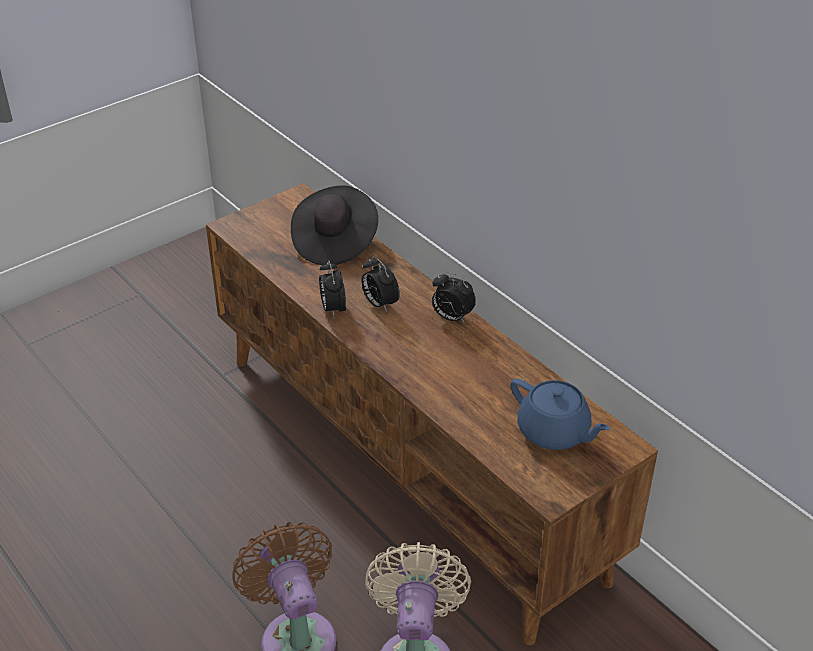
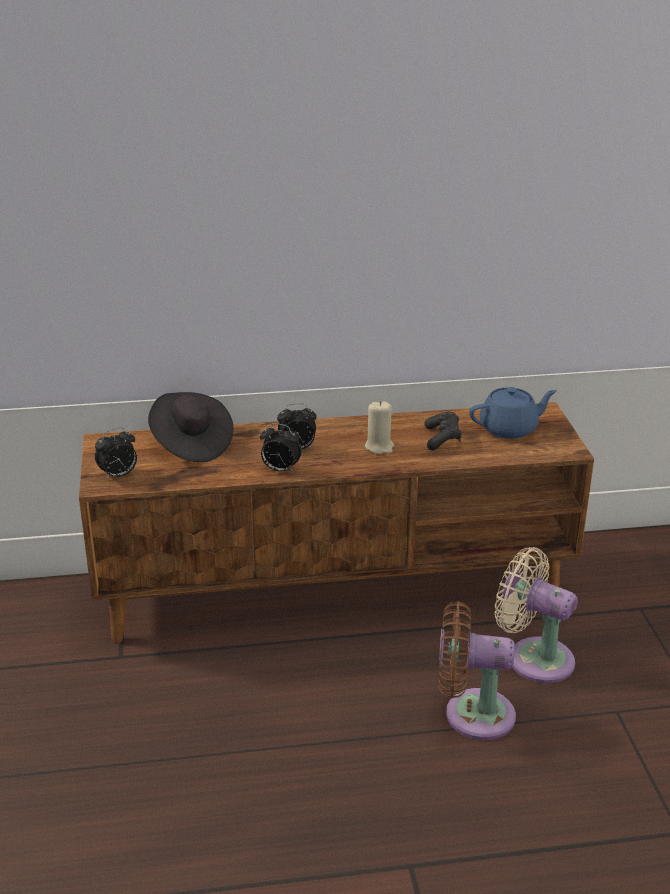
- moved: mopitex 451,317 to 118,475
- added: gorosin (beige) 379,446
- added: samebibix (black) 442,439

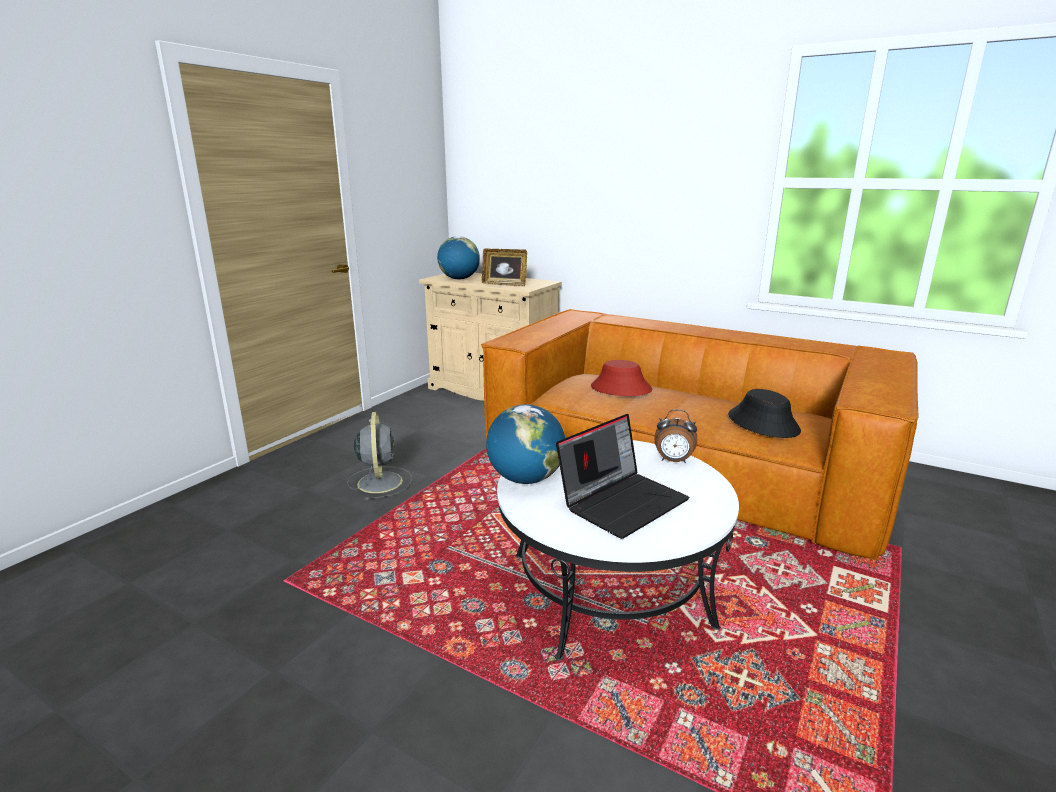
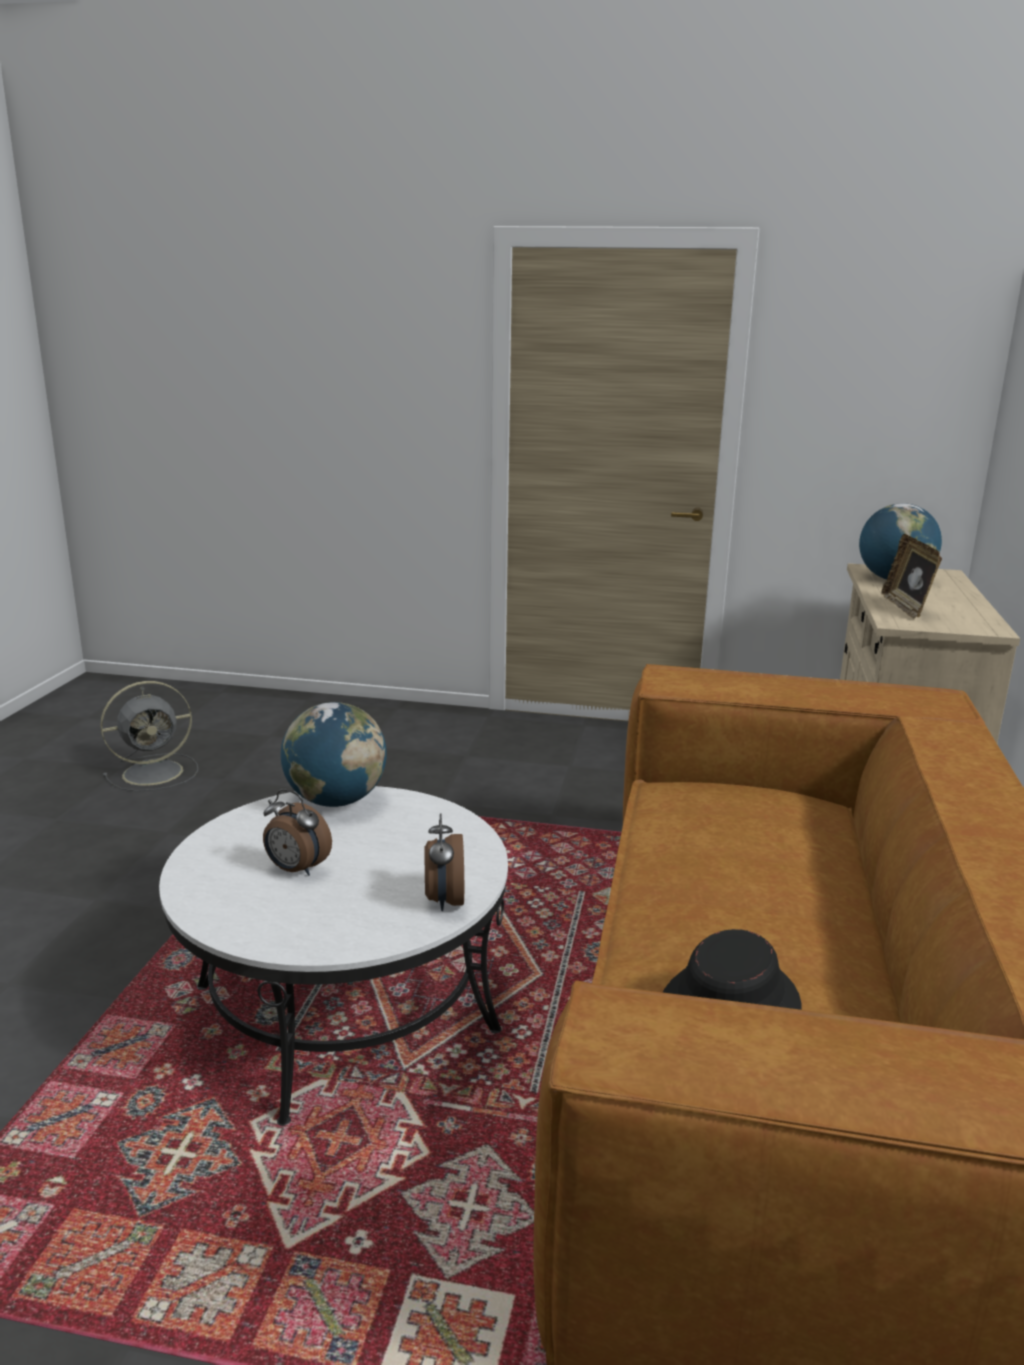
- removed: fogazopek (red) 620,388
- moved: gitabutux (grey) 380,481 to 155,772
- replaced: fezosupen 622,501 to mopitex 296,869

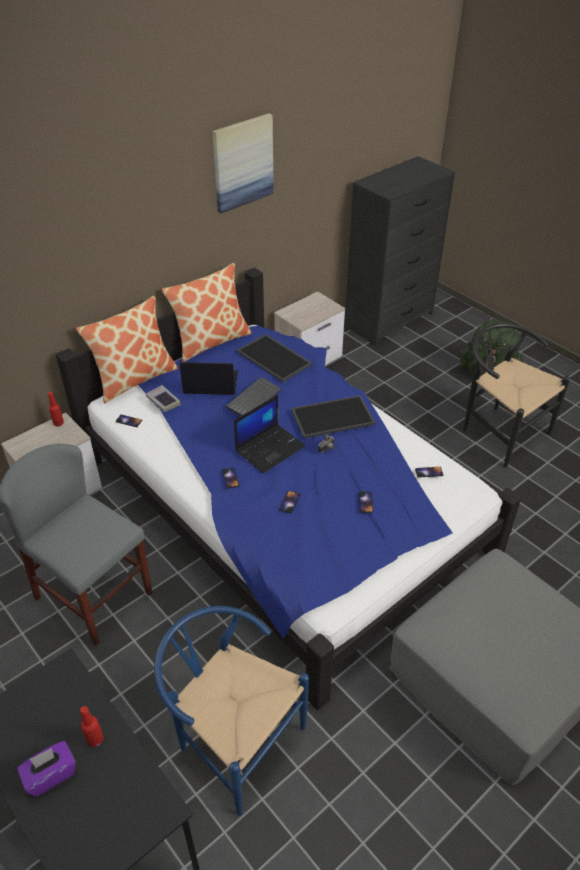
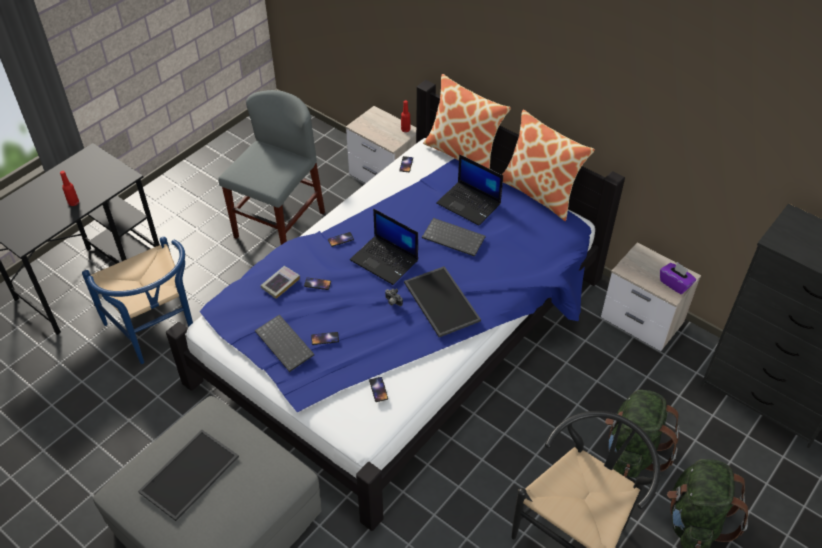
- removed: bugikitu 242,163
- moved: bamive 275,358 to 190,476
- turned: fezosupen 210,383 = 469,204 135 degrees clockwise
- moved: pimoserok 163,401 to 280,284
- turned: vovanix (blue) 232,738 = 158,333 120 degrees clockwise
- moved: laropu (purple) 50,774 to 675,284
- added: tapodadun 286,344
- added: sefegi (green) 632,451

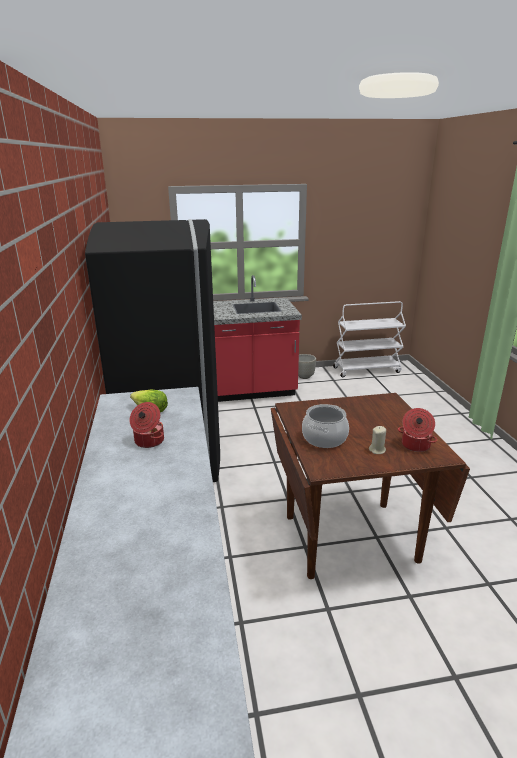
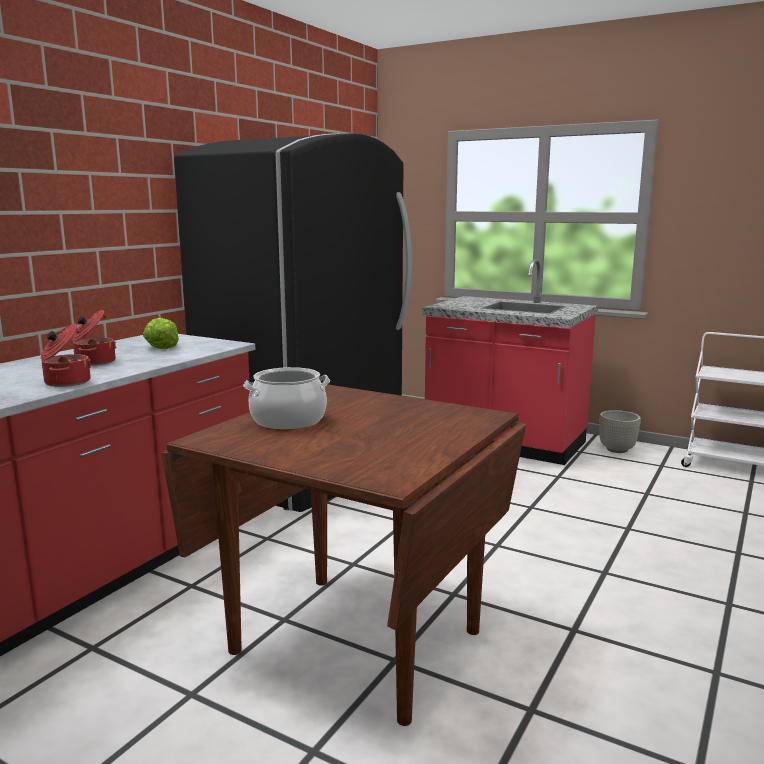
- moved: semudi 415,445 to 66,382
- removed: gorosin (beige) 377,450

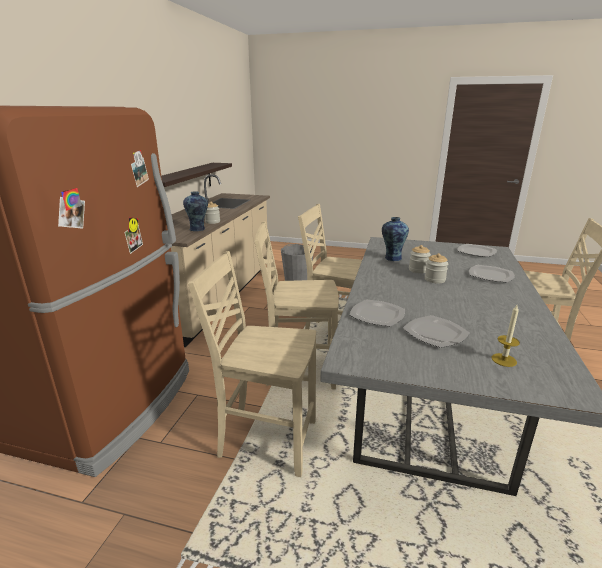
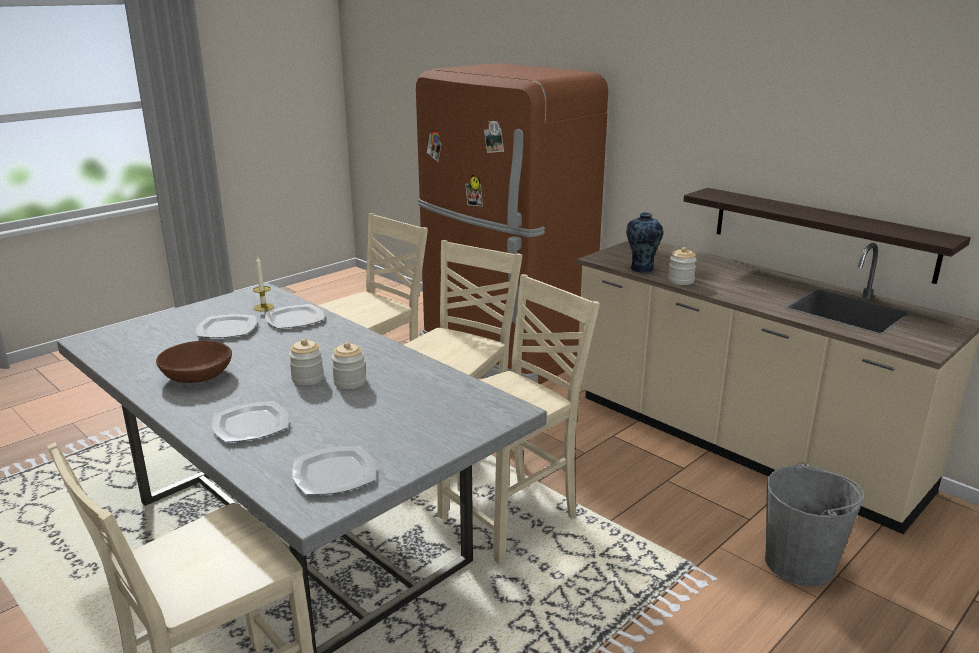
- removed: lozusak 392,258
- moved: gorosin 504,360 to 263,307
- added: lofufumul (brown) 197,376

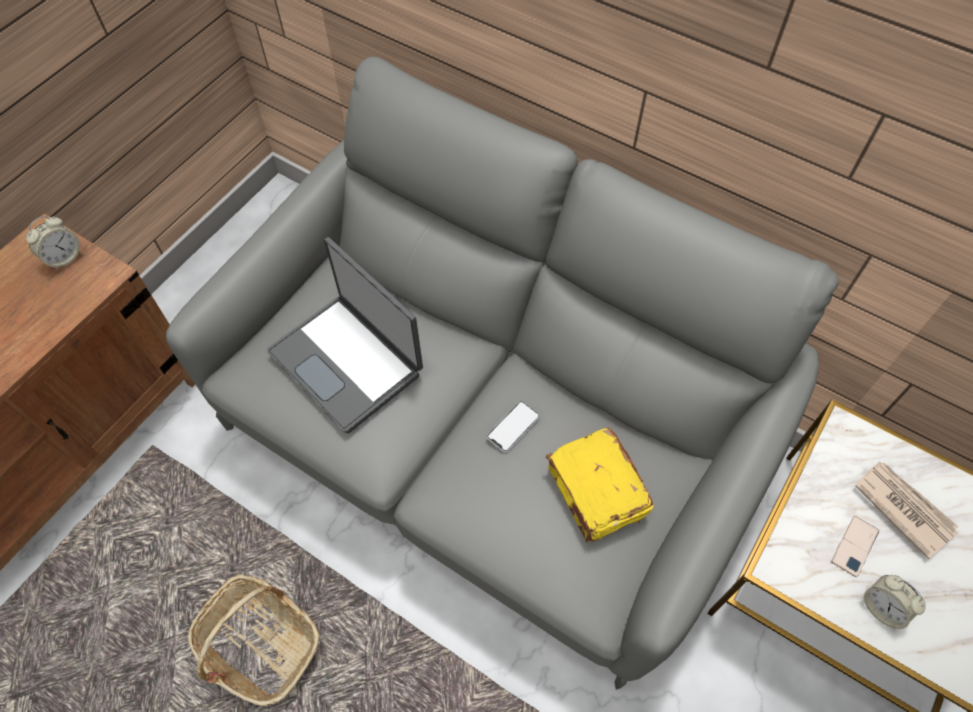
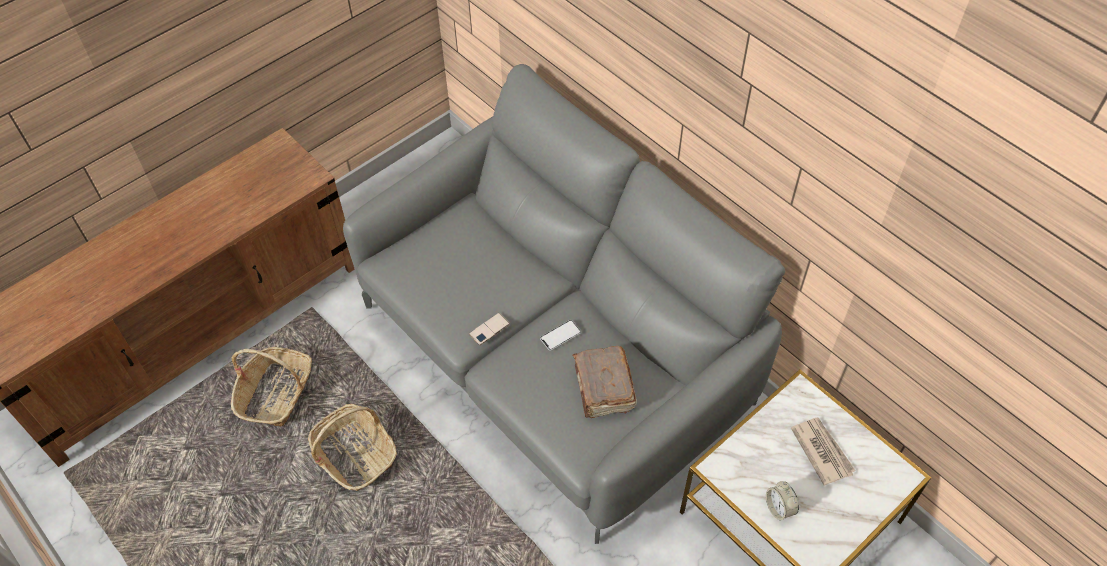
- removed: mopitex 64,257
- removed: fezosupen 348,361
- recoloured: pimoserok (yellow) 596,492 to pimoserok (brown) 603,389
- moved: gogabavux 854,546 to 489,329
- added: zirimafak 276,394

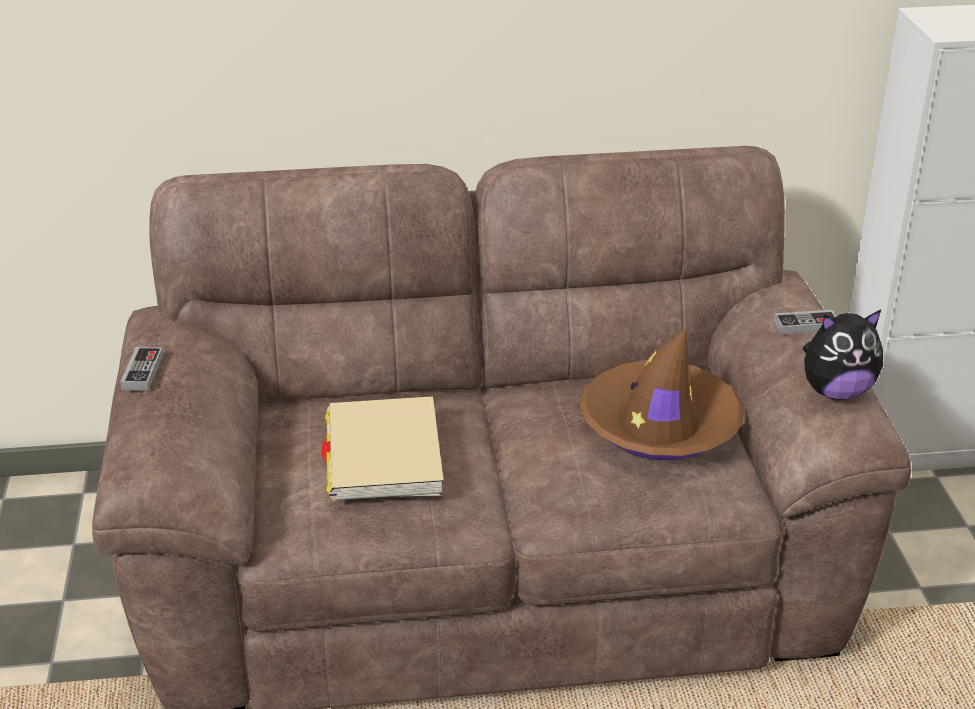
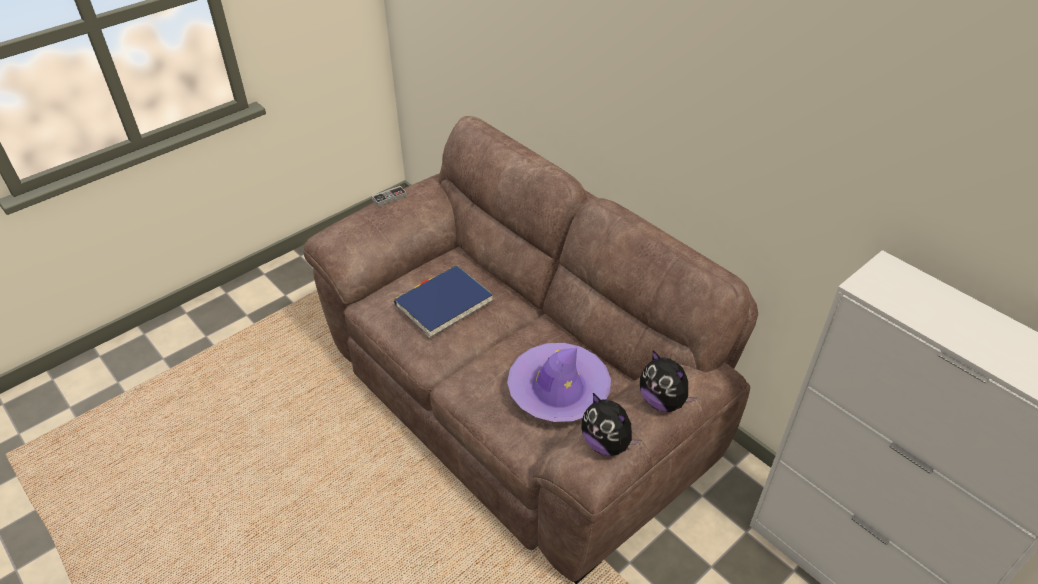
- replaced: samebibix 805,325 to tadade 663,401
- recoloured: fogazopek (brown) 660,425 to fogazopek (purple) 558,390
- recoloured: pimoserok (beige) 383,455 to pimoserok (blue) 444,304

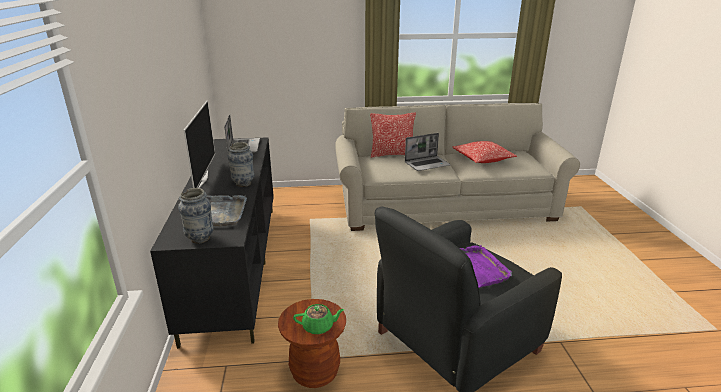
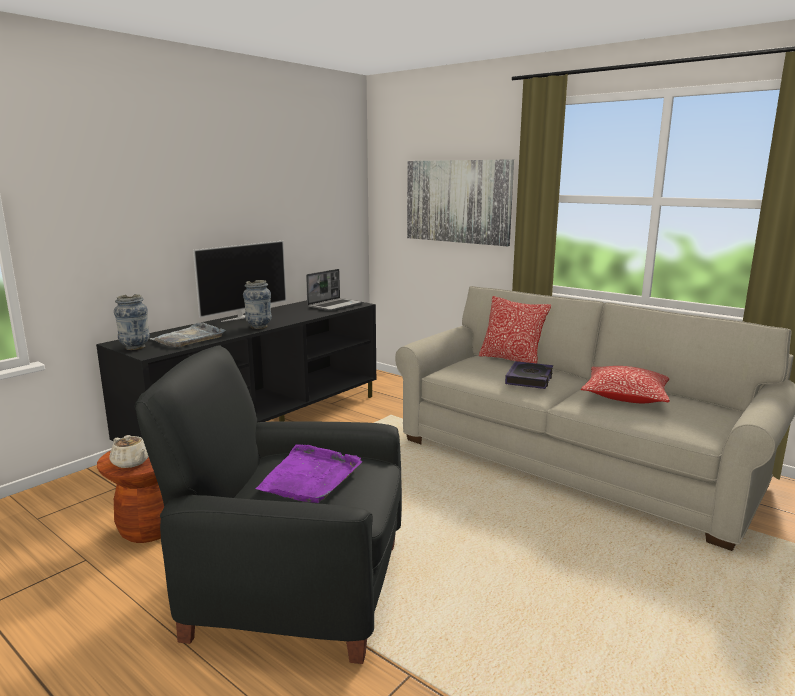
- replaced: fezosupen 427,164 to pimoserok 529,379
- recoloured: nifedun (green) 318,326 to nifedun (beige) 131,463
- added: bugikitu 458,201

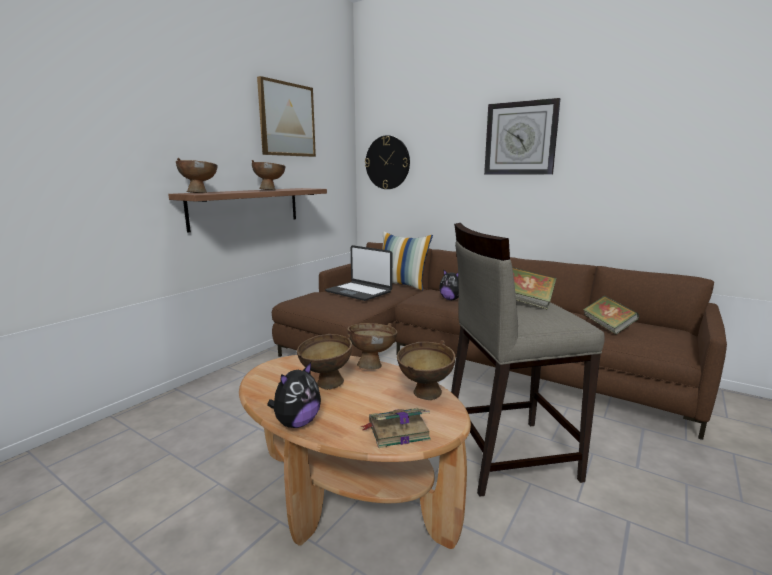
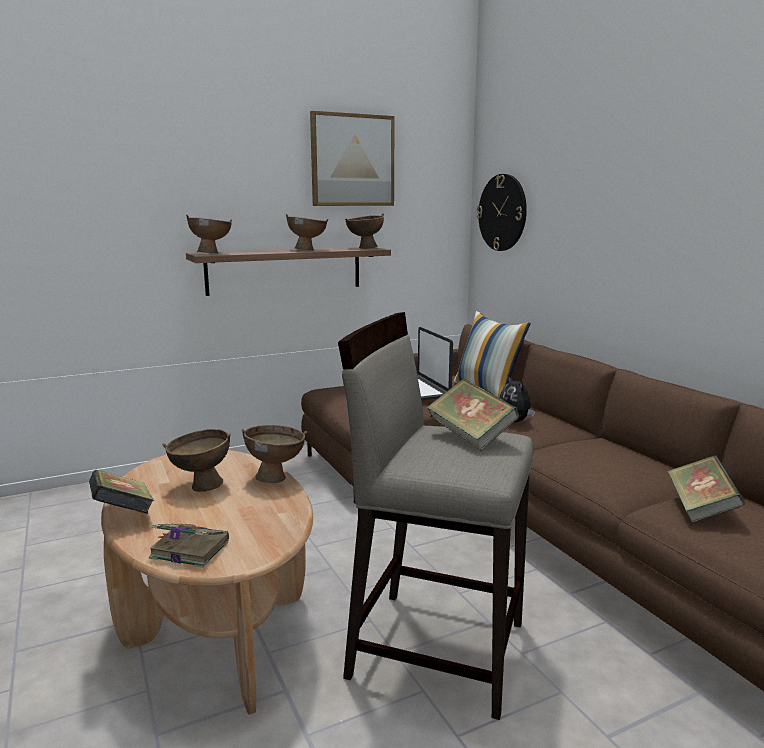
- removed: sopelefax 520,138
- moved: lofufumul (brown) 424,395 to 364,248
- replaced: tadade 296,423 to pimoserok 123,514

